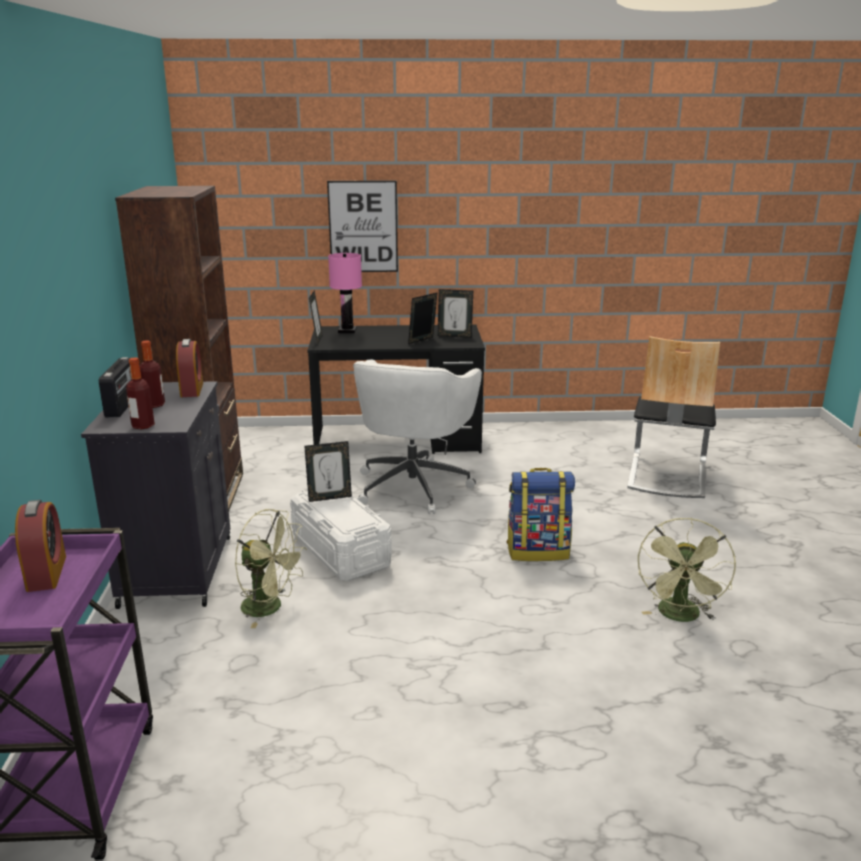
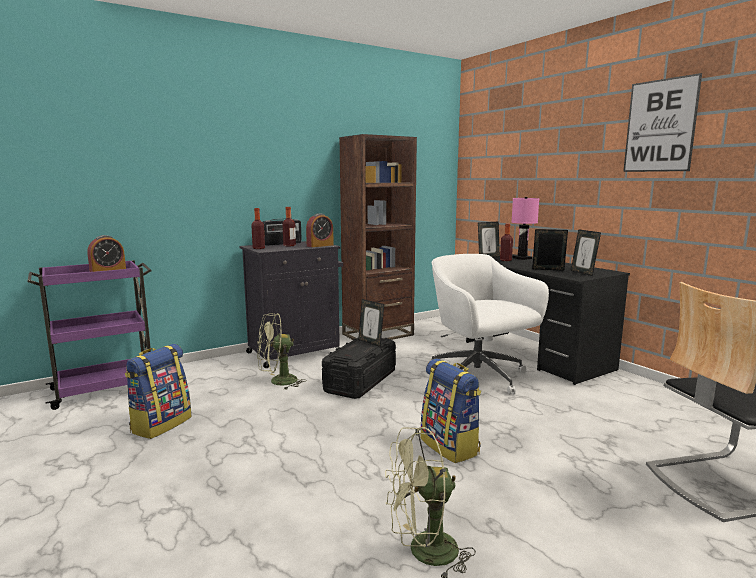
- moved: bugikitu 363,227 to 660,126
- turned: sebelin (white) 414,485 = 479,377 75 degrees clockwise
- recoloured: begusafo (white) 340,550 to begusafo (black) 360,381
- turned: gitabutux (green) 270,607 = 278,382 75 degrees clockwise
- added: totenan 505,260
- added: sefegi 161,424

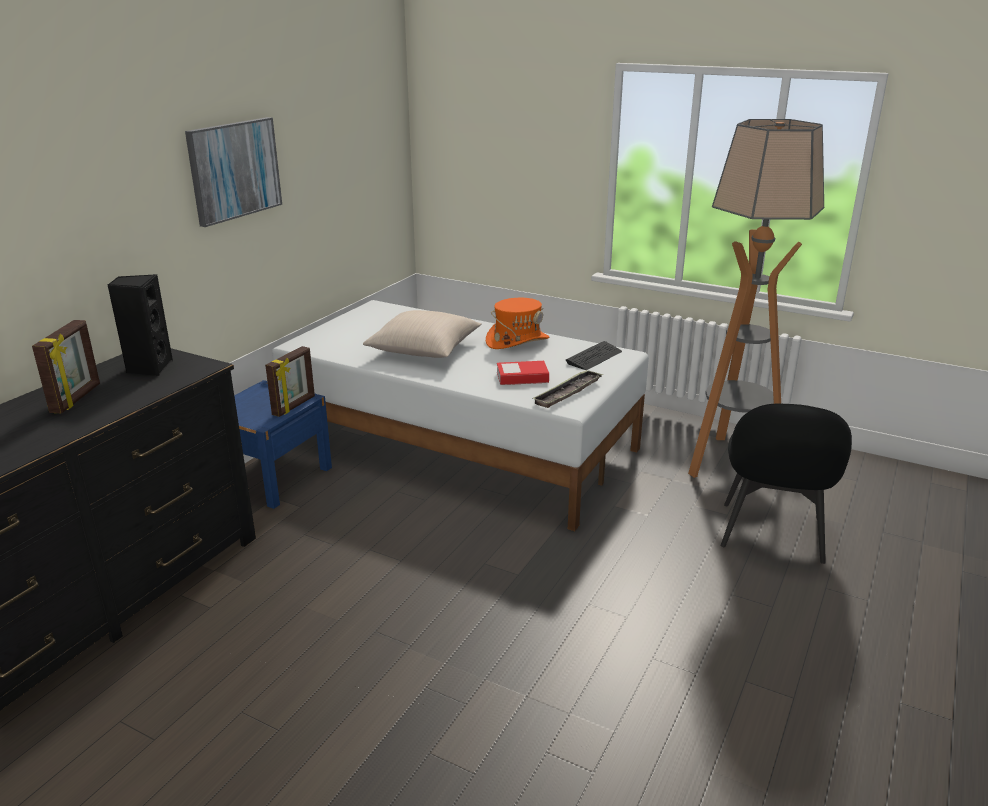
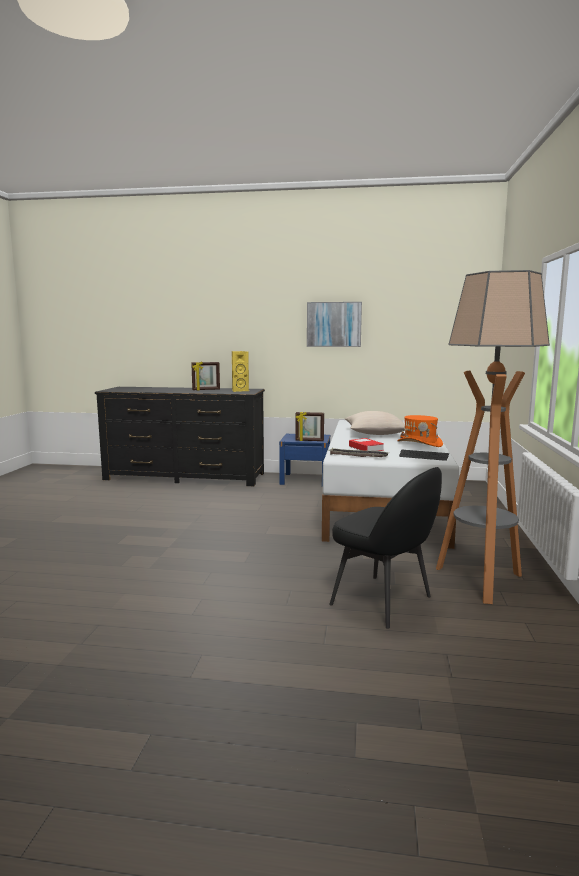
- recoloured: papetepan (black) 149,368 to papetepan (yellow) 239,390
- turned: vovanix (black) 771,534 = 383,601 135 degrees counterclockwise

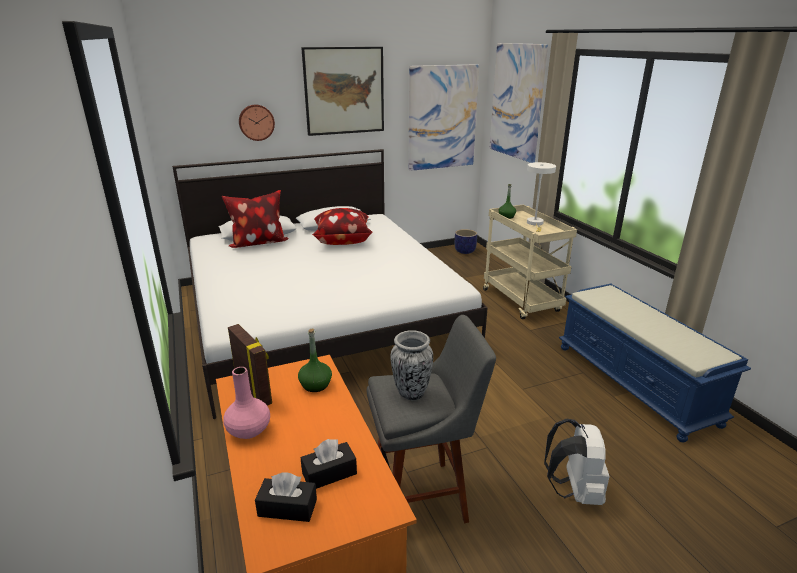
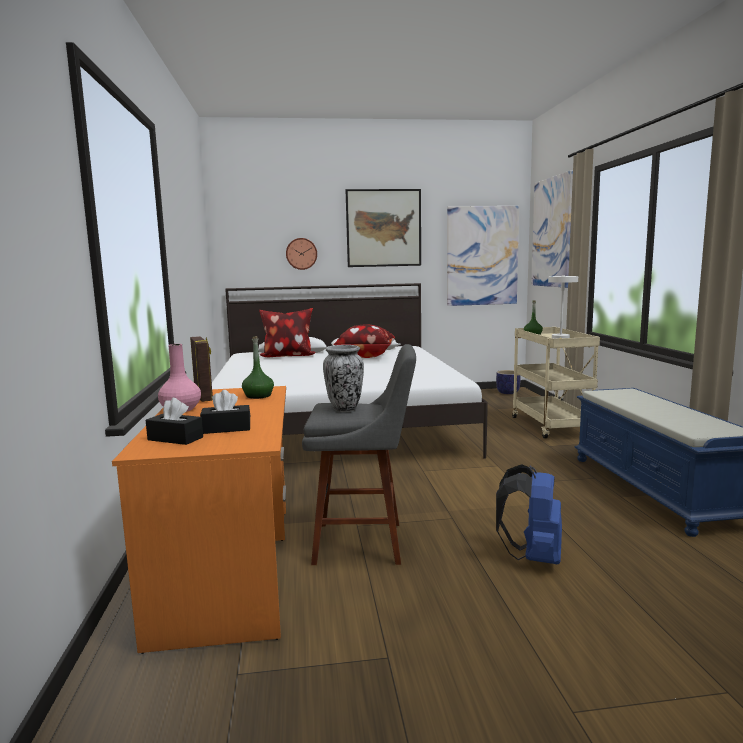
- recoloured: sefegi (white) 574,490 to sefegi (blue) 533,557

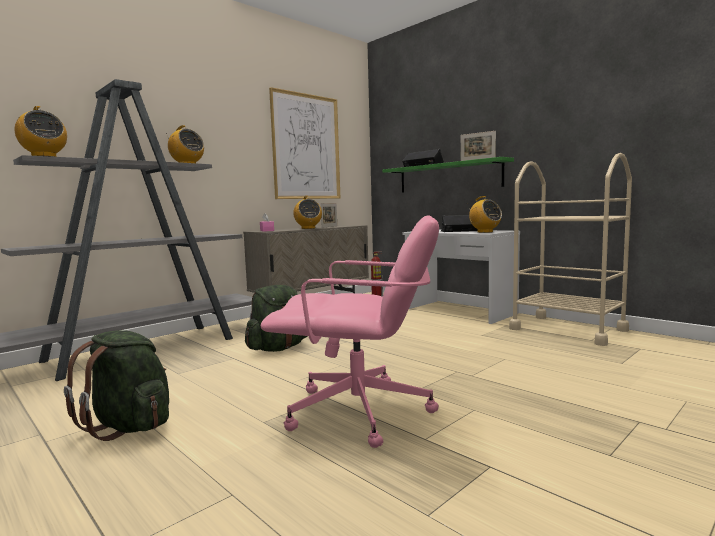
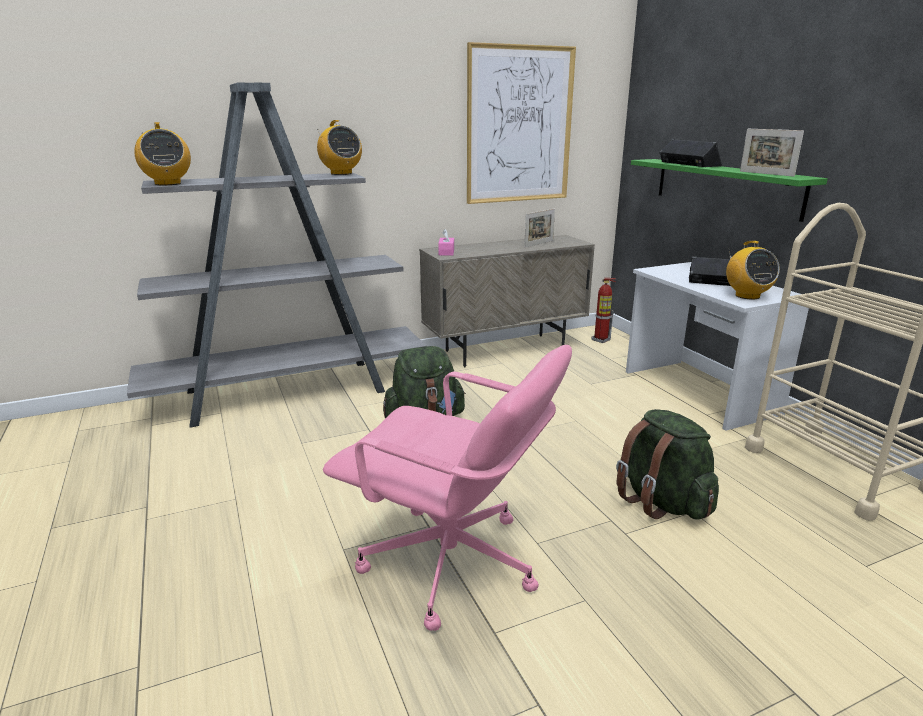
- removed: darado 308,228
- moved: sefegi (green) 129,426 to 662,502

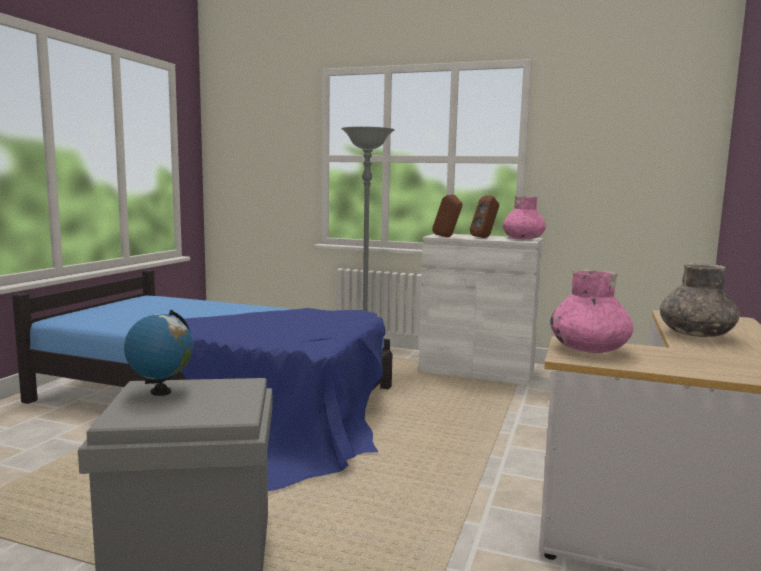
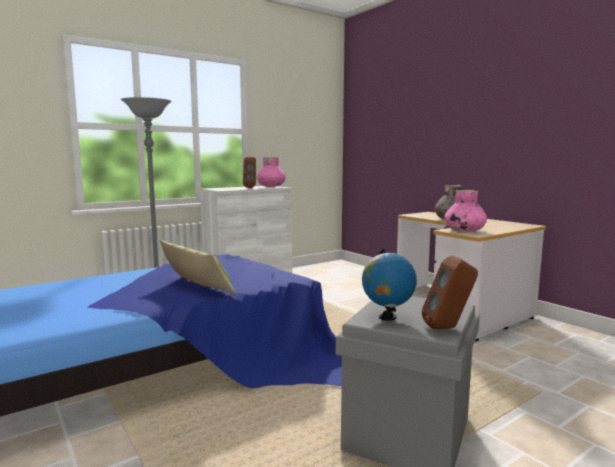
- moved: papetepan (brown) 448,237 to 449,328
- added: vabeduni 197,286

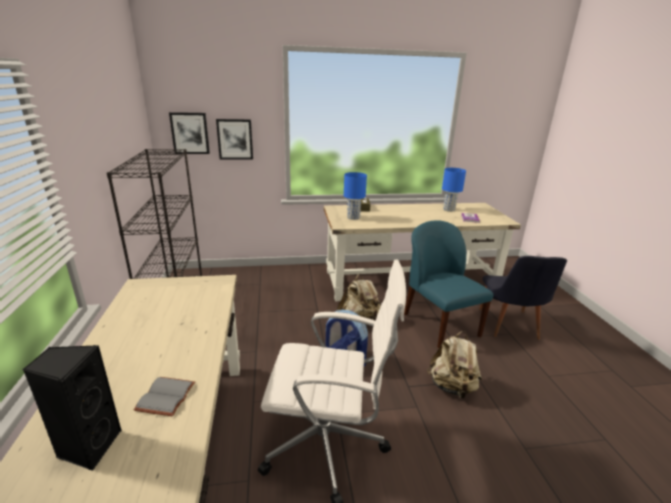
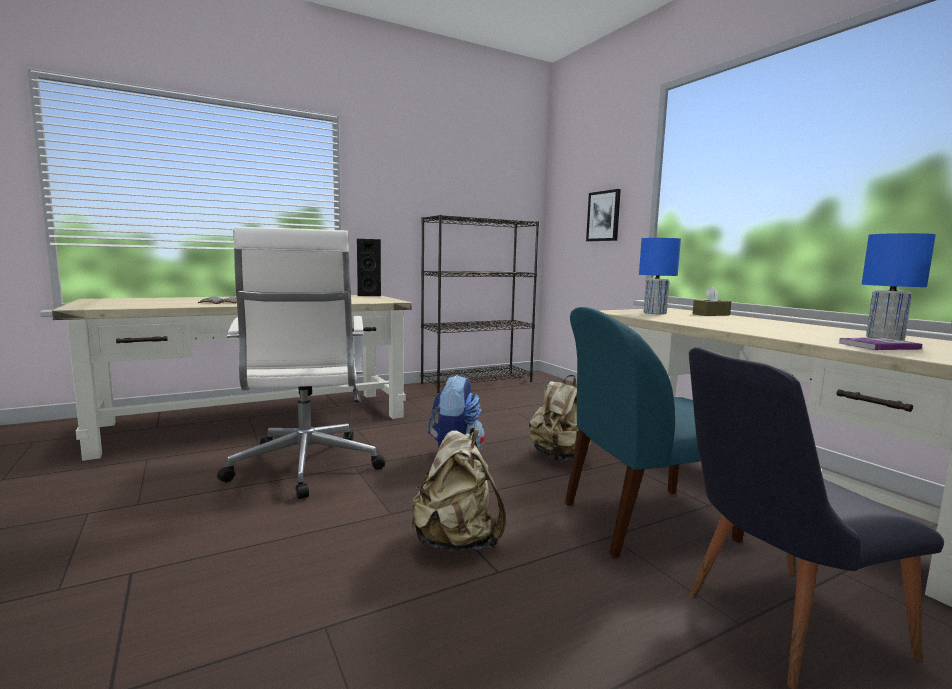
- removed: bugikitu 190,133
- turned: vovanix (blue) 439,324 = 643,522 150 degrees counterclockwise
- moved: papetepan (black) 89,447 to 369,295

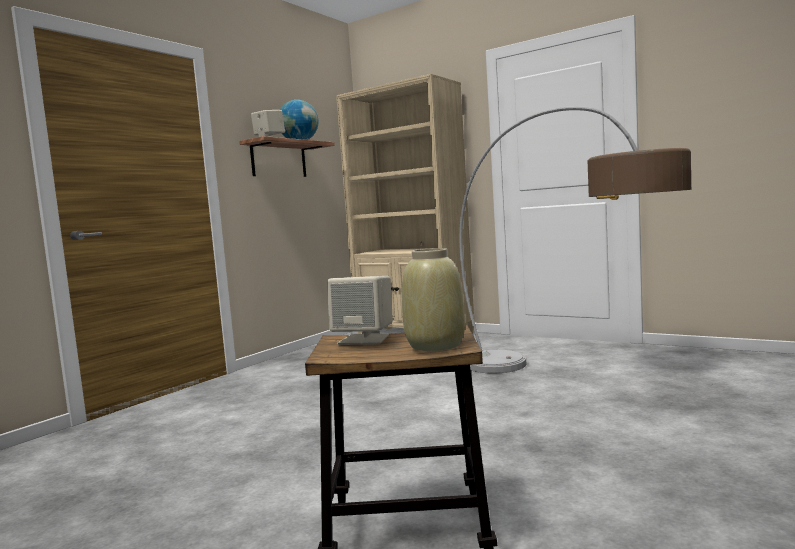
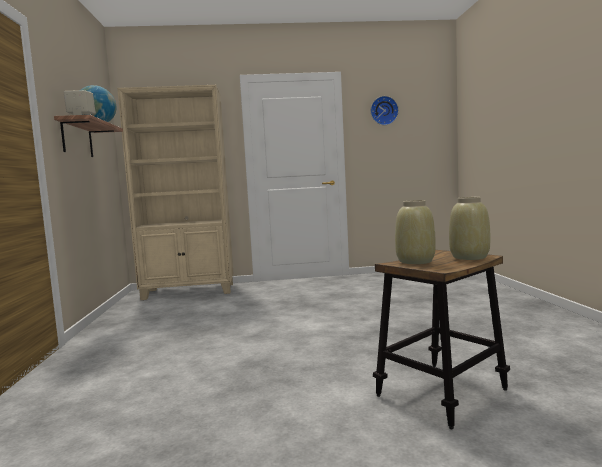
- removed: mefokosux 575,376
- replaced: papetepan (beige) 364,339 to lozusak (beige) 415,261
- added: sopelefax 383,111

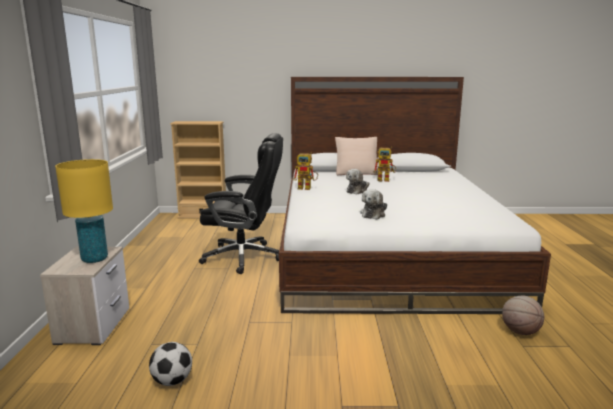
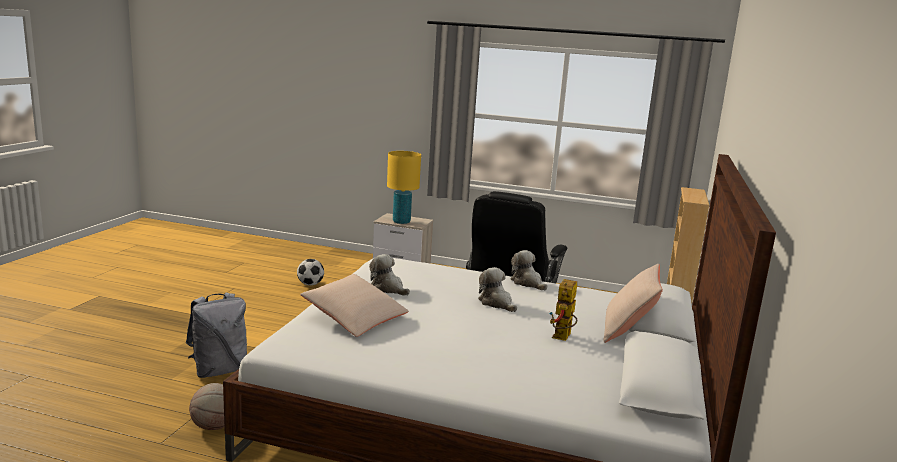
- replaced: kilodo 307,188 to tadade 527,283
- added: vabeduni (beige) 355,318
- added: sefegi (grey) 219,370

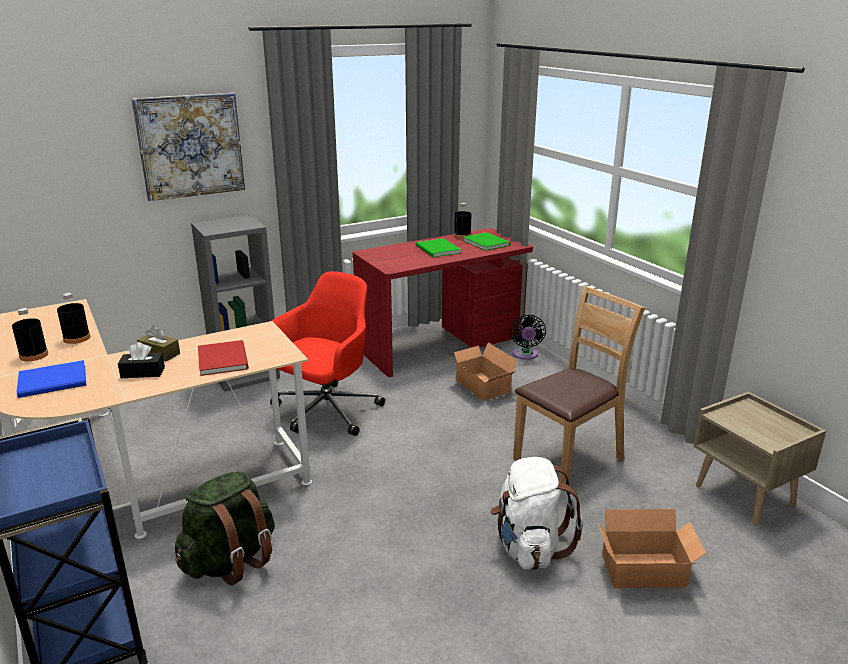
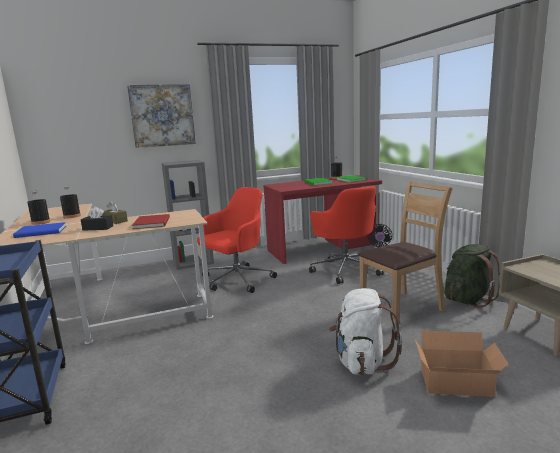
- replaced: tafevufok 482,387 to sebelin (red) 345,269
- moved: sefegi (green) 230,561 to 468,299

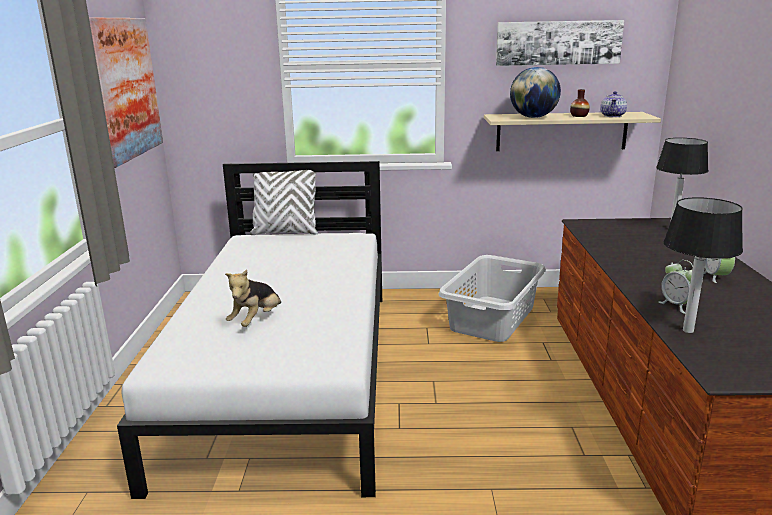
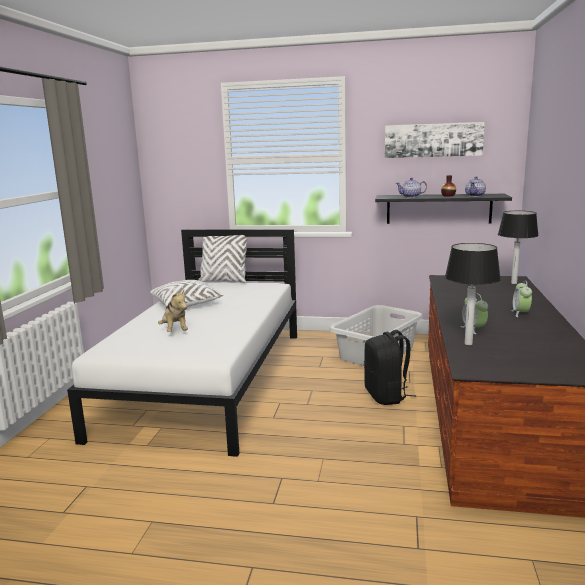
- removed: bugikitu 125,88
- replaced: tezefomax 533,117 to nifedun 411,196
- recoloured: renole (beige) 561,131 to renole (black) 438,209
- turned: tadade 256,320 = 175,331 60 degrees counterclockwise
- added: vabeduni (white) 187,304
- added: sefegi (black) 386,396

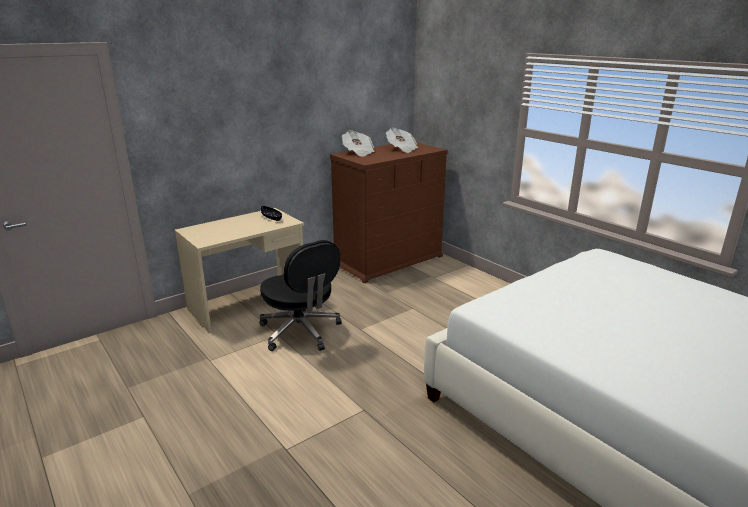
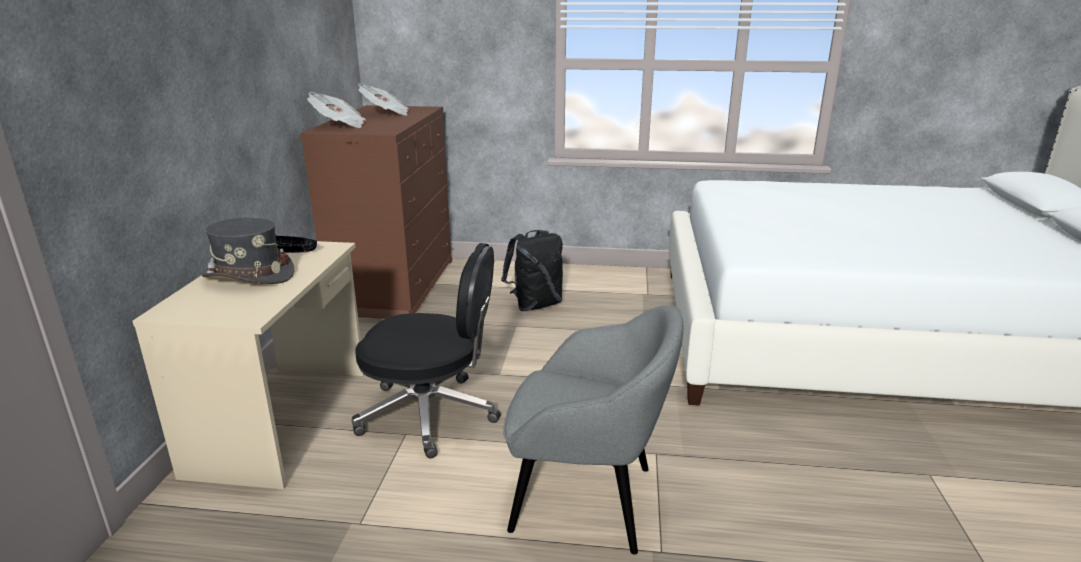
- added: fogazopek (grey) 249,276
- added: sefegi (black) 535,304
- added: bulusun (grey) 587,499

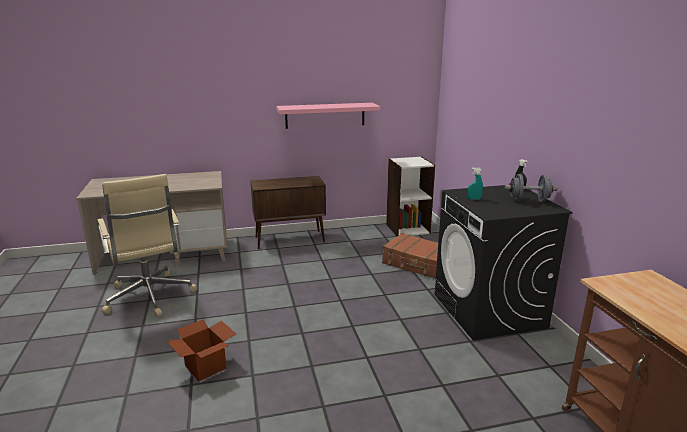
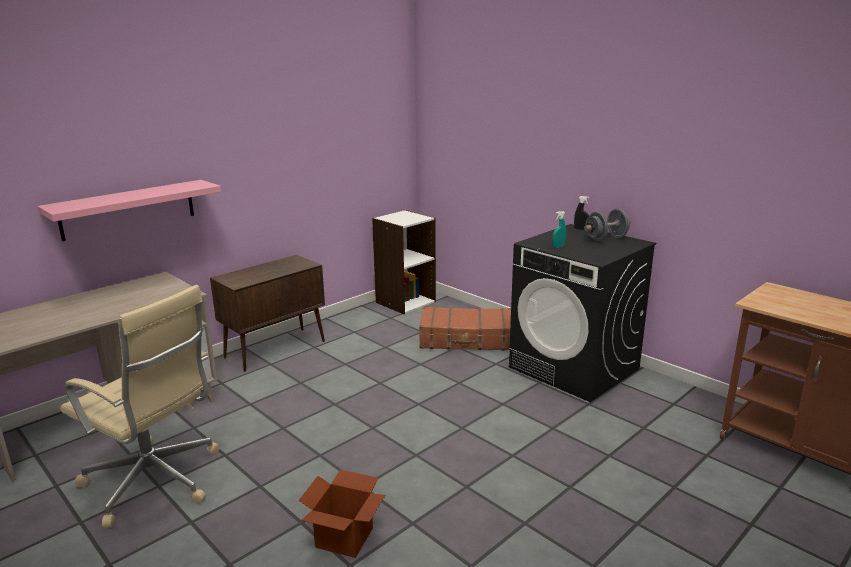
- moved: renole (pink) 325,115 to 128,209

